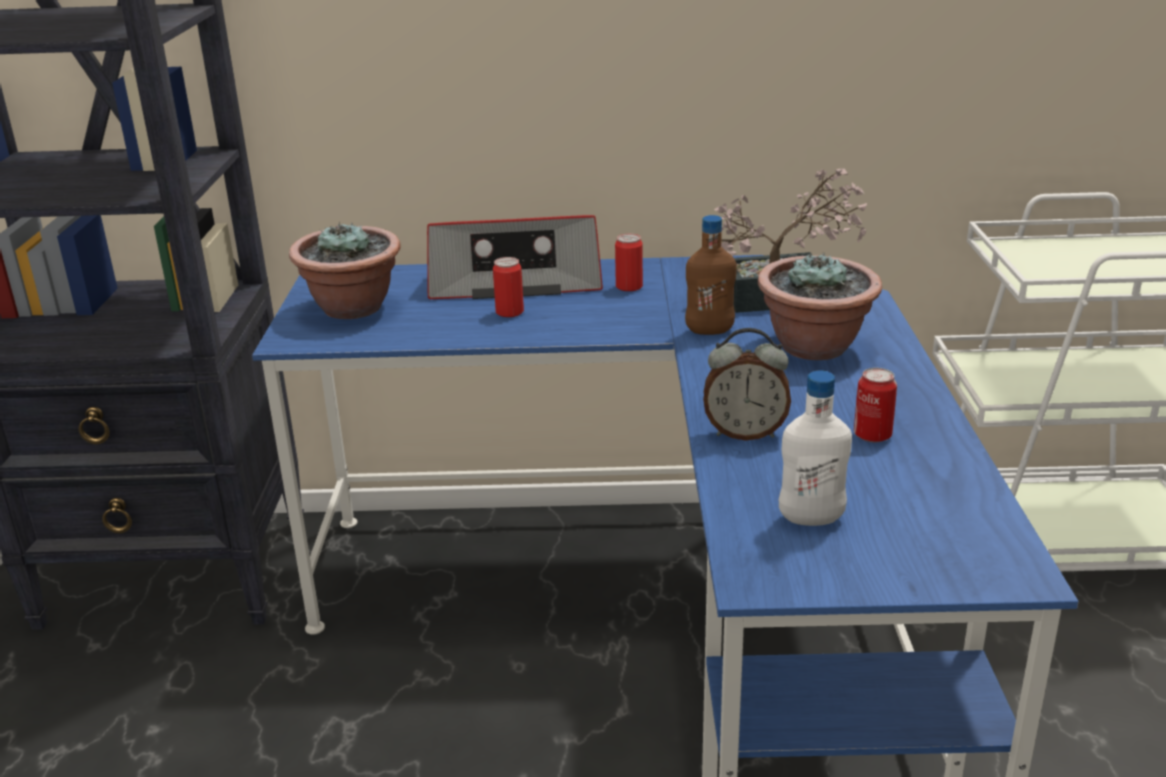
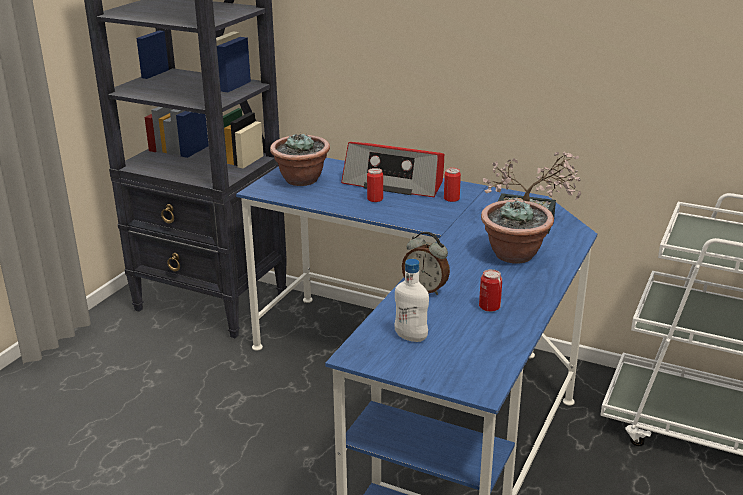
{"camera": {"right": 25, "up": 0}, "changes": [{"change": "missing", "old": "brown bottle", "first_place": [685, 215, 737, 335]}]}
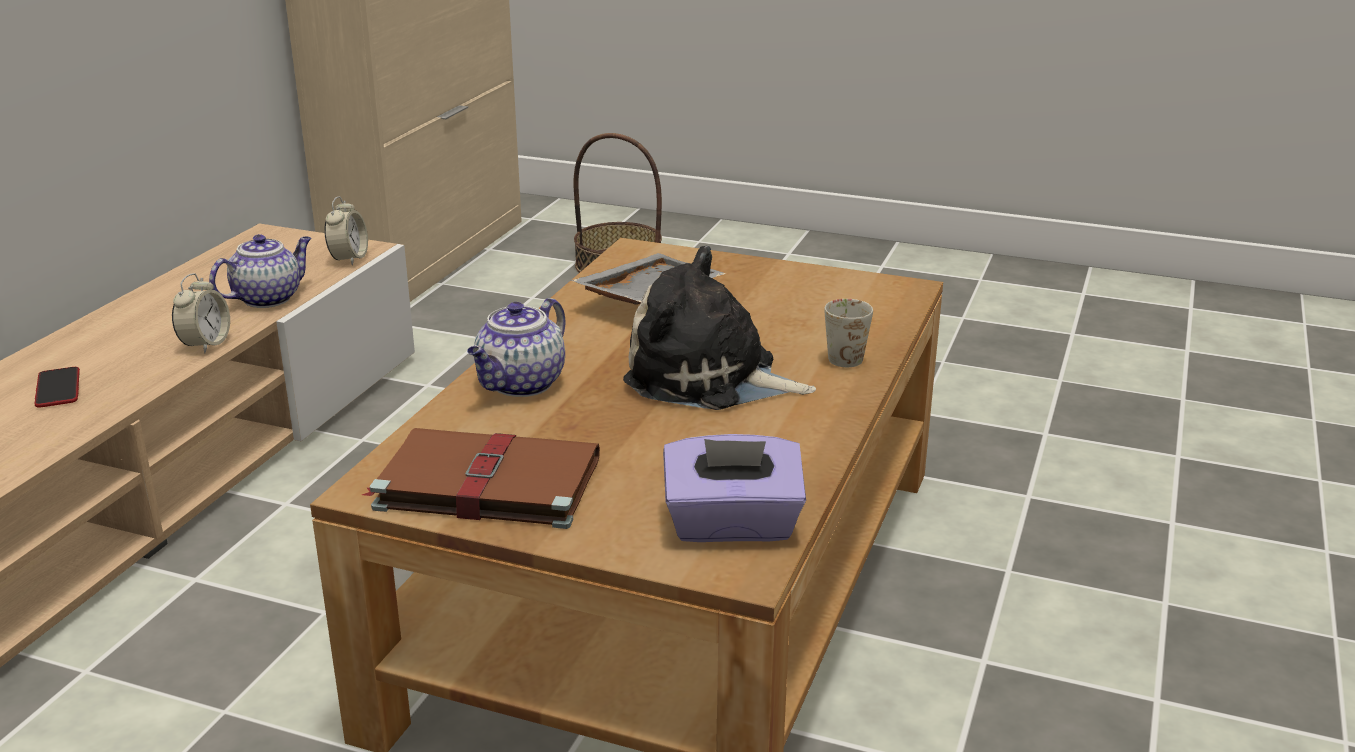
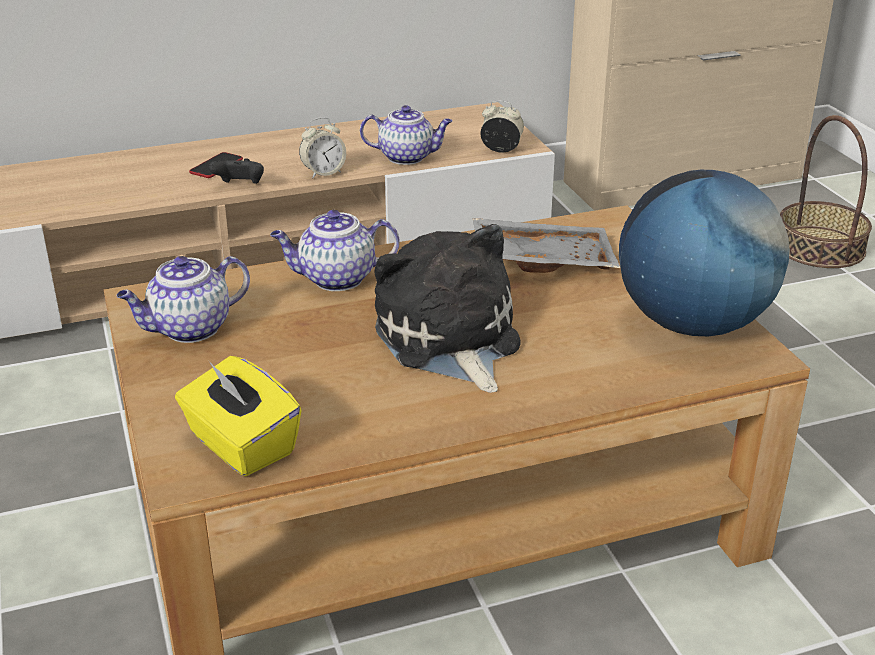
{"camera": {"right": 50, "up": 5}, "changes": [{"change": "spun", "old": "alarm clock", "first_place": [324, 196, 368, 265], "second_place": [480, 100, 524, 152], "degrees": -135}, {"change": "exchanged", "old": "brown book", "new": "teapot", "first_place": [362, 428, 600, 529], "second_place": [117, 256, 250, 343]}, {"change": "colour", "old": "purple tissue box", "new": "yellow tissue box", "first_place": [663, 434, 806, 542], "second_place": [175, 356, 301, 476]}, {"change": "missing", "old": "white mug", "first_place": [824, 299, 873, 367]}, {"change": "appeared", "new": "black game controller", "second_place": [209, 158, 264, 184]}, {"change": "appeared", "new": "globe", "second_place": [619, 170, 790, 336]}]}
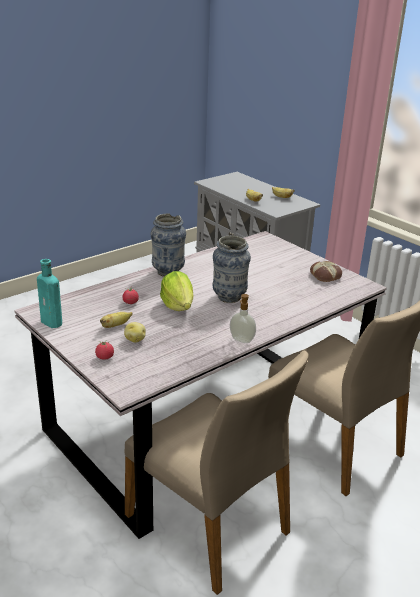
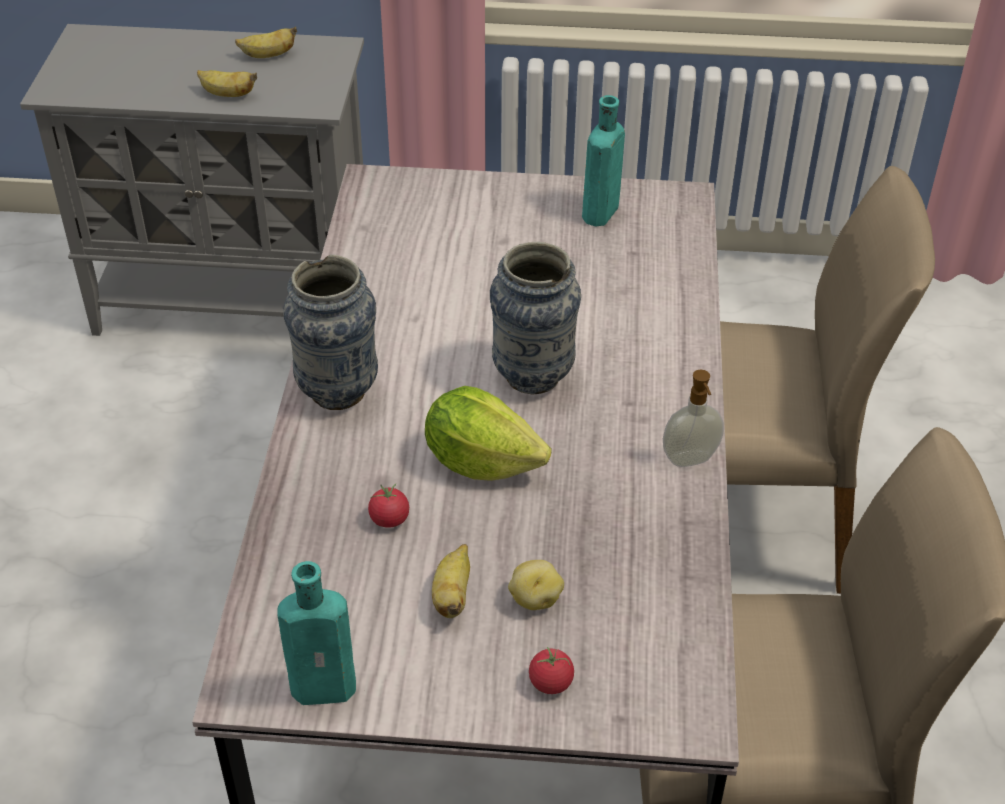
{"camera": {"right": -45, "up": 15}, "changes": [{"change": "exchanged", "old": "bread", "new": "turquoise bottle", "first_place": [310, 261, 342, 282], "second_place": [582, 95, 625, 227]}]}
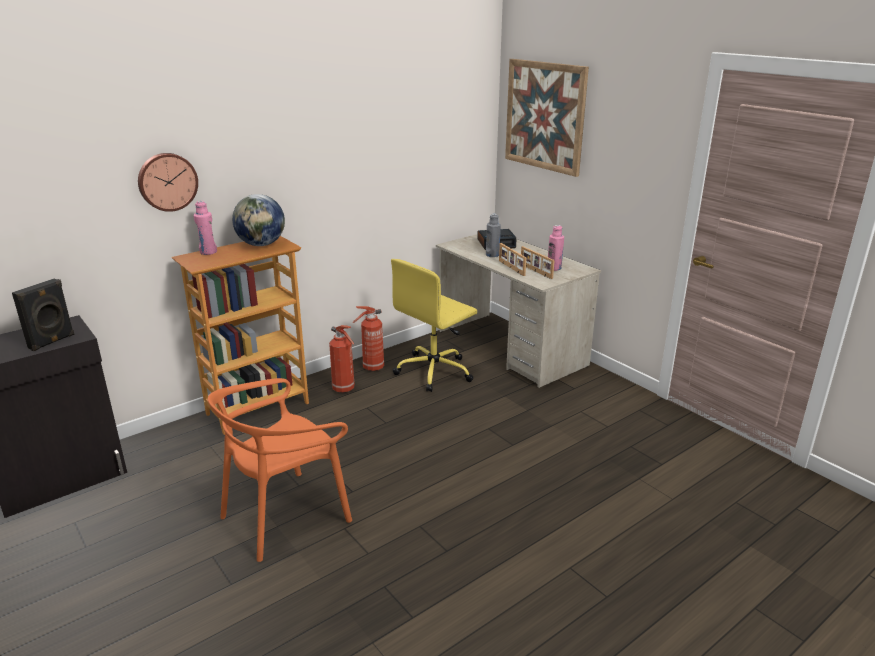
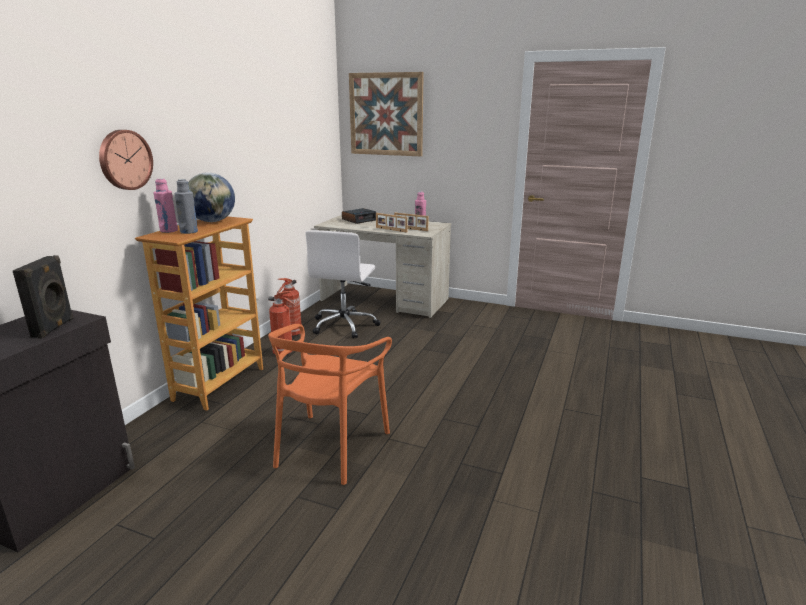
{"camera": {"right": -30, "up": -5}, "changes": [{"change": "colour", "old": "yellow office chair", "new": "white office chair", "first_place": [391, 259, 477, 392], "second_place": [305, 230, 381, 339]}, {"change": "relocated", "old": "grey bottle", "first_place": [486, 214, 501, 257], "second_place": [175, 179, 198, 234]}]}
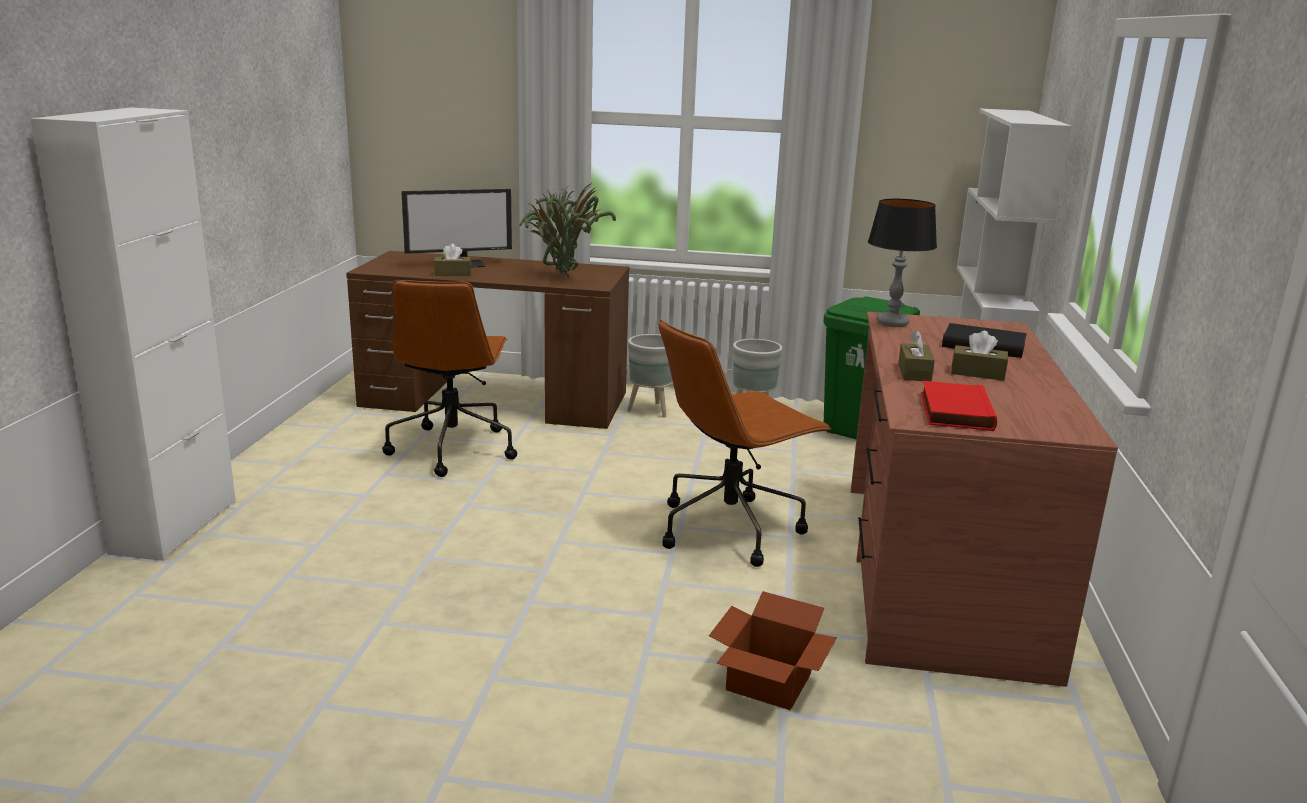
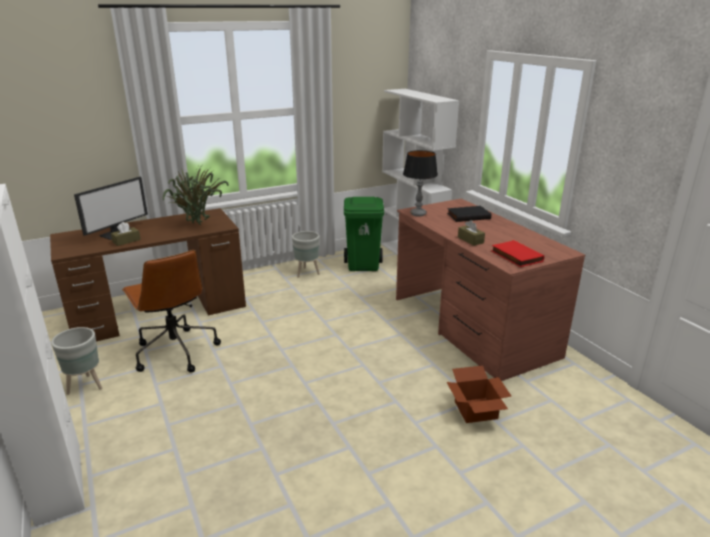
{"camera": {"right": -35, "up": 5}, "changes": [{"change": "relocated", "old": "grey planter", "first_place": [627, 334, 673, 418], "second_place": [51, 327, 102, 395]}, {"change": "missing", "old": "brown office chair", "first_place": [658, 320, 832, 567]}, {"change": "missing", "old": "brown tissue box", "first_place": [951, 331, 1008, 381]}]}
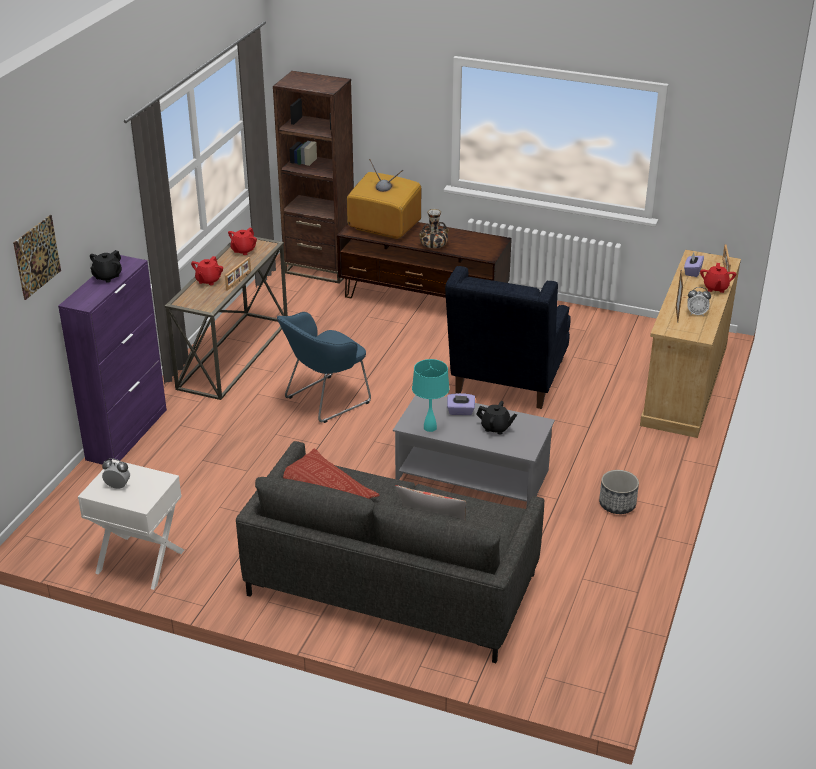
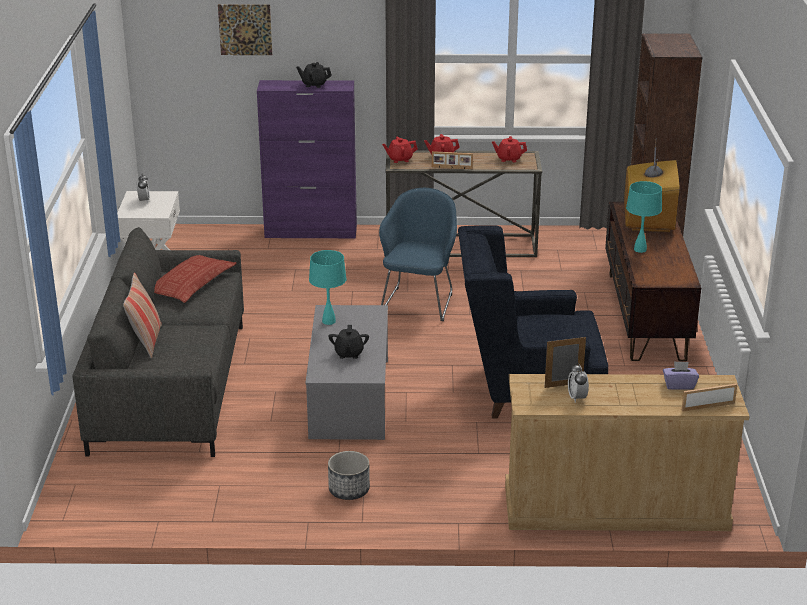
{"camera": {"right": 70, "up": -5}, "changes": [{"change": "spun", "old": "blue armchair", "first_place": [277, 312, 371, 423], "second_place": [379, 188, 457, 321], "degrees": 75}, {"change": "exchanged", "old": "vase", "new": "turquoise table lamp", "first_place": [419, 209, 449, 248], "second_place": [626, 181, 662, 253]}, {"change": "missing", "old": "purple tissue box", "first_place": [447, 393, 475, 415]}, {"change": "relocated", "old": "red teapot", "first_place": [700, 263, 736, 293], "second_place": [382, 137, 418, 163]}]}
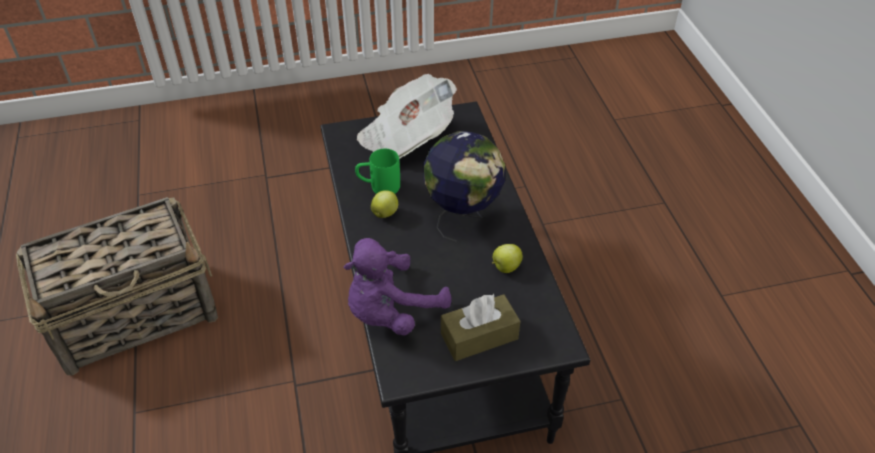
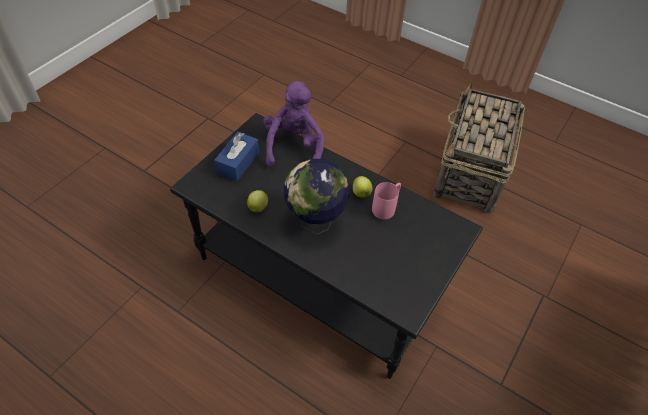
{"camera": {"right": 135, "up": 5}, "changes": [{"change": "colour", "old": "green mug", "new": "pink mug", "first_place": [355, 149, 400, 194], "second_place": [372, 182, 401, 220]}, {"change": "missing", "old": "newspaper", "first_place": [357, 74, 457, 159]}, {"change": "colour", "old": "brown tissue box", "new": "blue tissue box", "first_place": [441, 294, 520, 361], "second_place": [214, 132, 259, 181]}]}
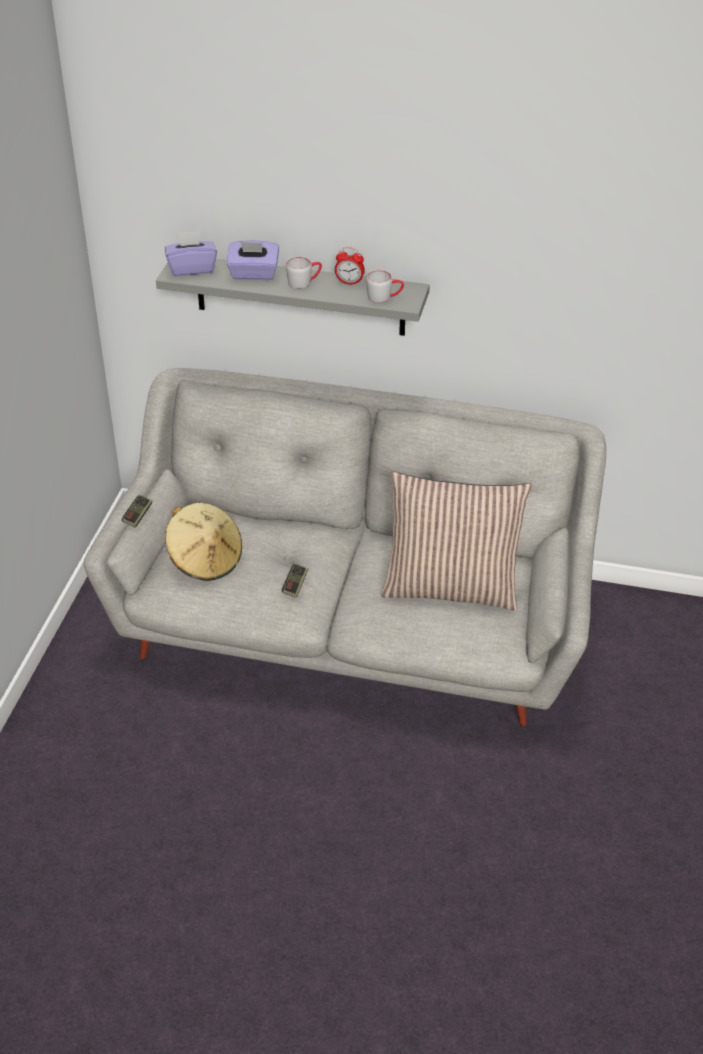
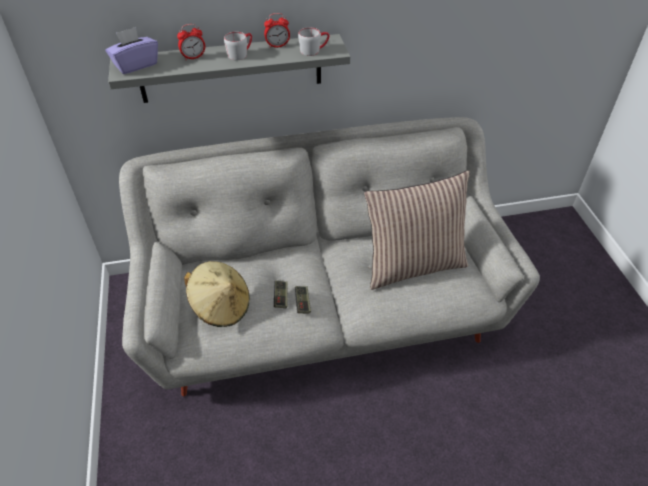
{"camera": {"right": -25, "up": 5}, "changes": [{"change": "relocated", "old": "game controller", "first_place": [122, 495, 152, 528], "second_place": [274, 280, 288, 308]}, {"change": "exchanged", "old": "purple tissue box", "new": "alarm clock", "first_place": [227, 240, 279, 280], "second_place": [177, 24, 205, 60]}]}
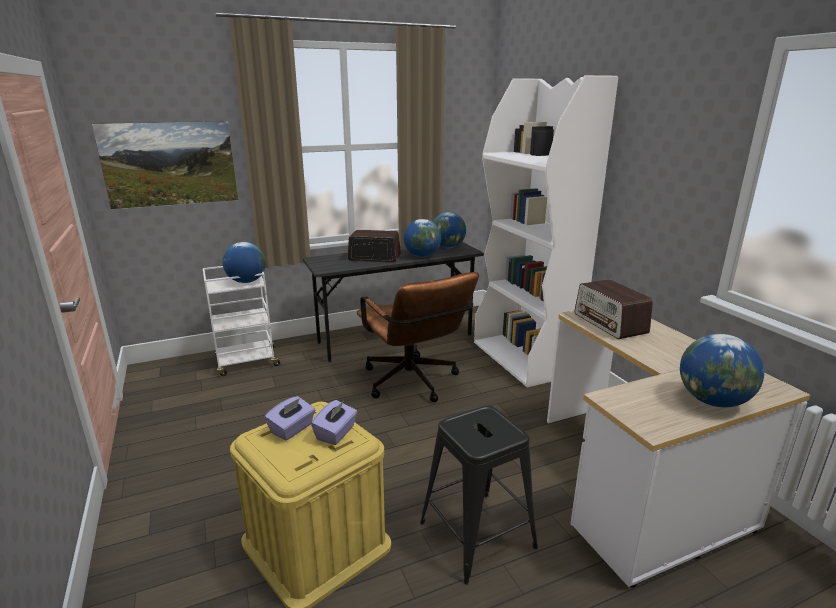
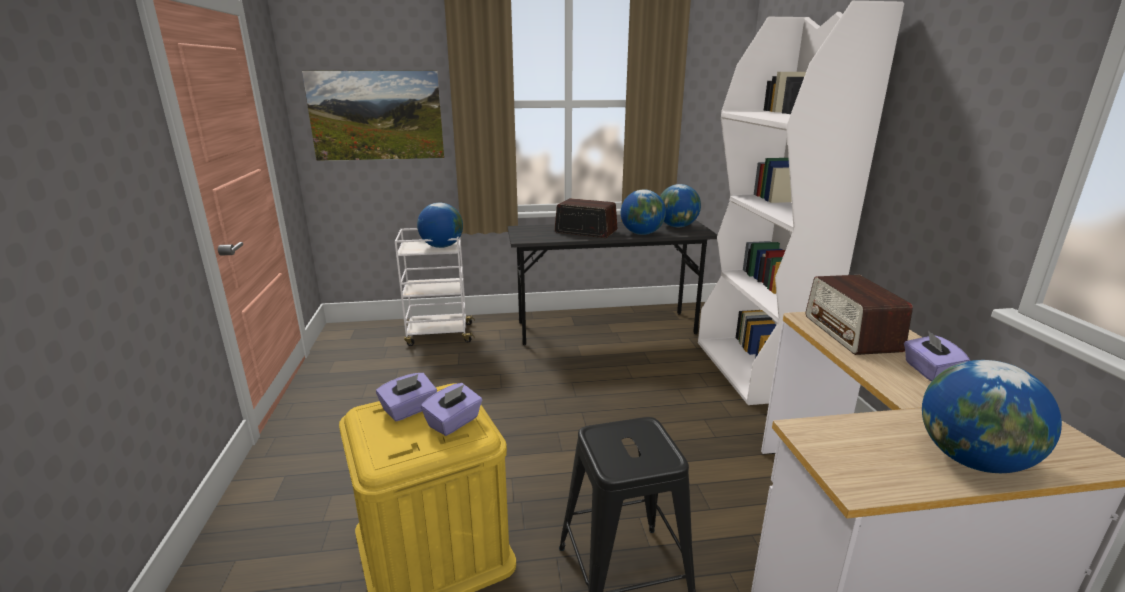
{"camera": {"right": 15, "up": 0}, "changes": [{"change": "missing", "old": "brown office chair", "first_place": [357, 272, 479, 402]}, {"change": "appeared", "new": "purple tissue box", "second_place": [904, 330, 970, 382]}]}
